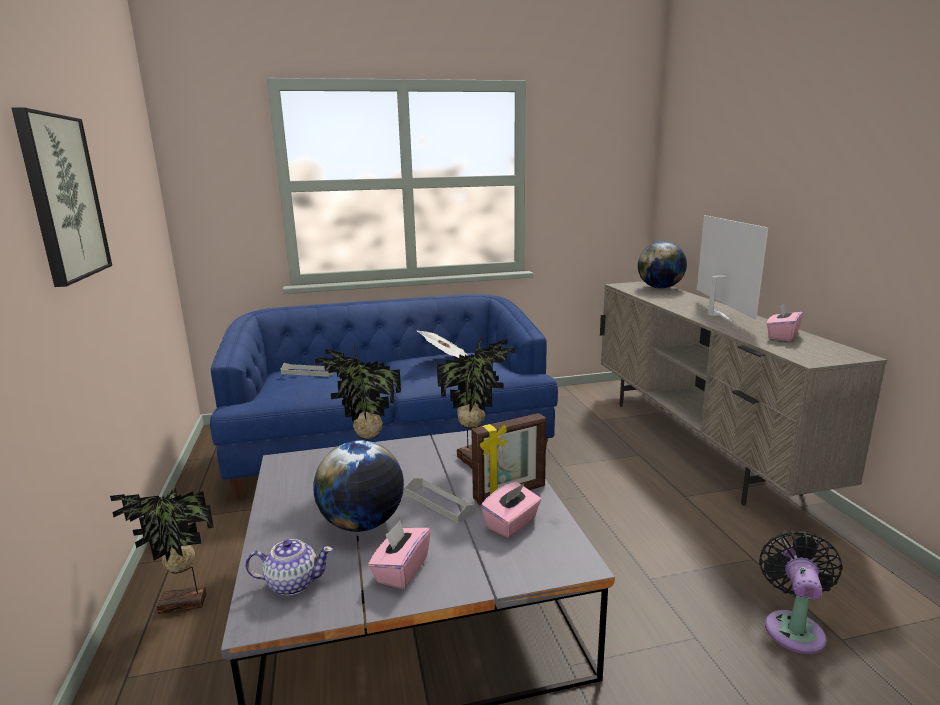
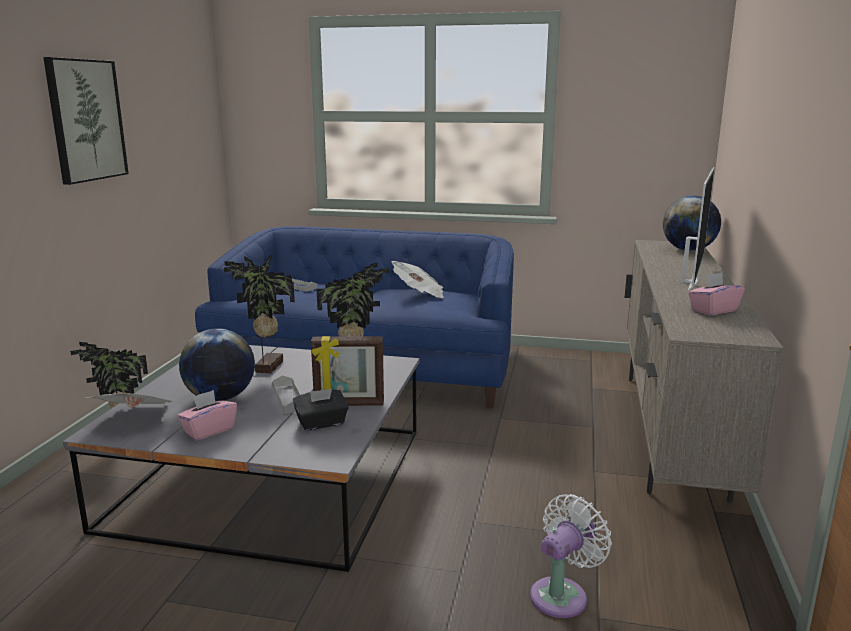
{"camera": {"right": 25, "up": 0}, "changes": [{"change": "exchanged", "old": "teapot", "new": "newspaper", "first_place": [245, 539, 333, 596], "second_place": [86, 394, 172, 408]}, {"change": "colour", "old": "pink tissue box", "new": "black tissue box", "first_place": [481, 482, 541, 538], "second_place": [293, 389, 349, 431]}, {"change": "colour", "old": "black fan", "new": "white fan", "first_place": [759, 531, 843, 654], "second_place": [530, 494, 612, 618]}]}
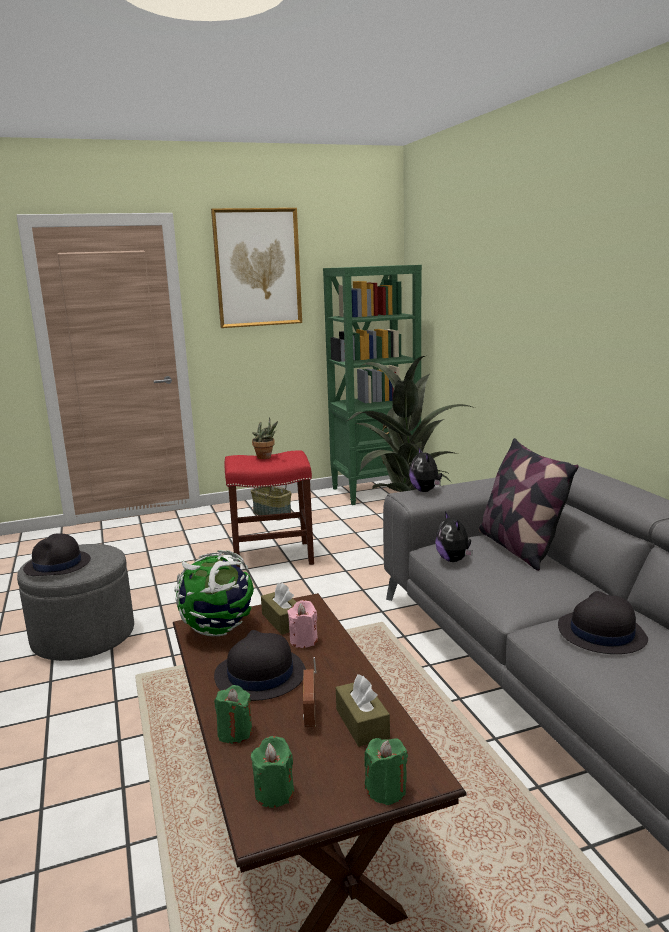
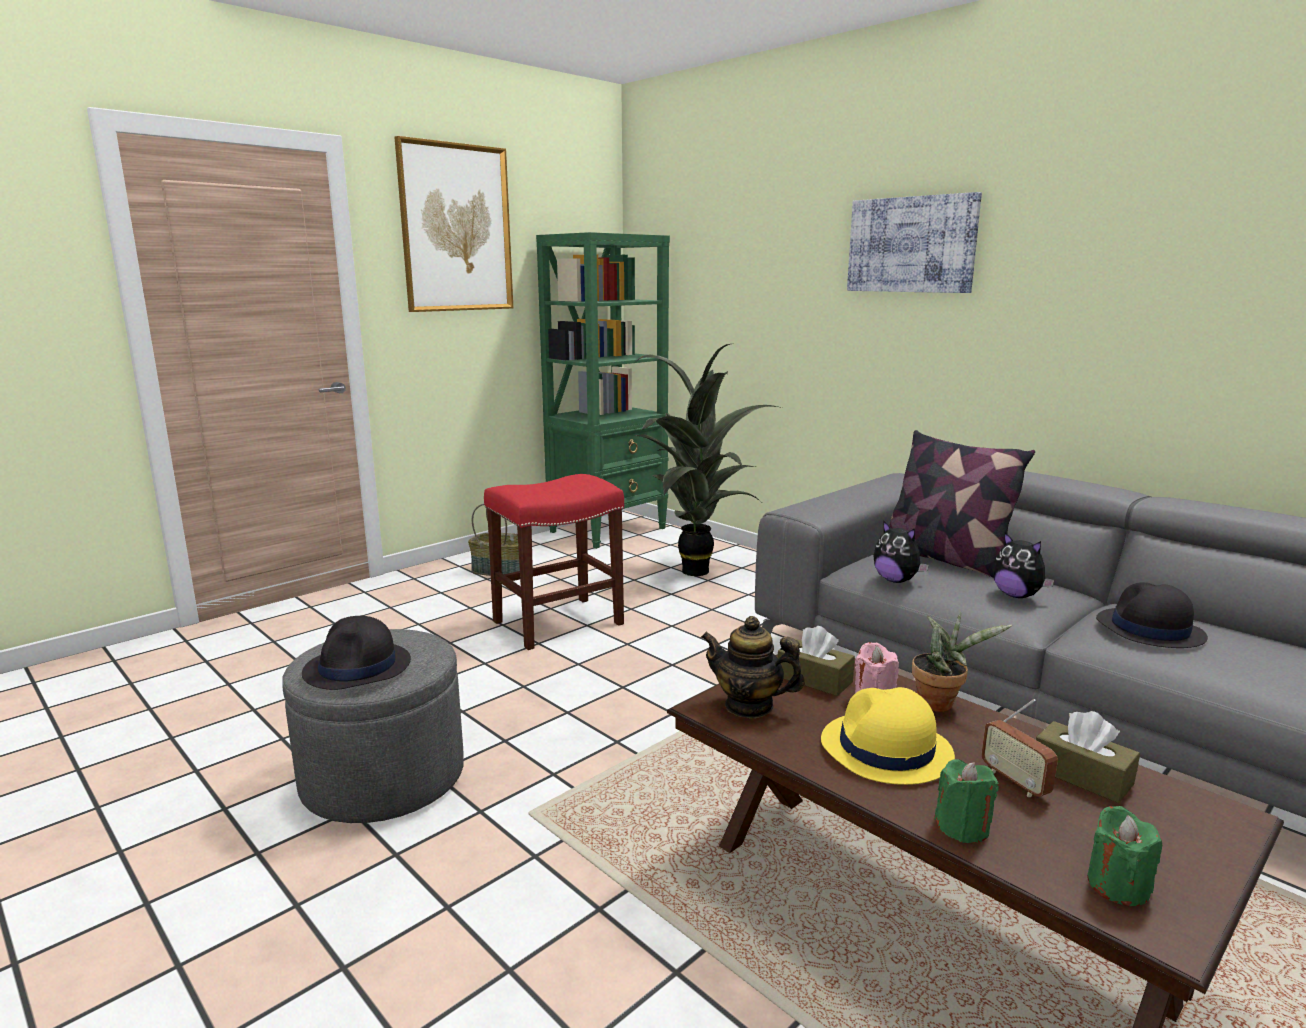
{"camera": {"right": -25, "up": 0}, "changes": [{"change": "exchanged", "old": "globe", "new": "teapot", "first_place": [174, 550, 254, 636], "second_place": [701, 616, 805, 718]}, {"change": "colour", "old": "black hat", "new": "yellow hat", "first_place": [214, 630, 306, 701], "second_place": [821, 687, 955, 785]}, {"change": "relocated", "old": "potted plant", "first_place": [252, 417, 278, 459], "second_place": [912, 612, 1012, 712]}, {"change": "missing", "old": "green candle", "first_place": [364, 738, 408, 805]}, {"change": "relocated", "old": "plush toy", "first_place": [409, 447, 442, 492], "second_place": [993, 533, 1054, 598]}, {"change": "appeared", "new": "picture", "second_place": [847, 192, 982, 293]}]}
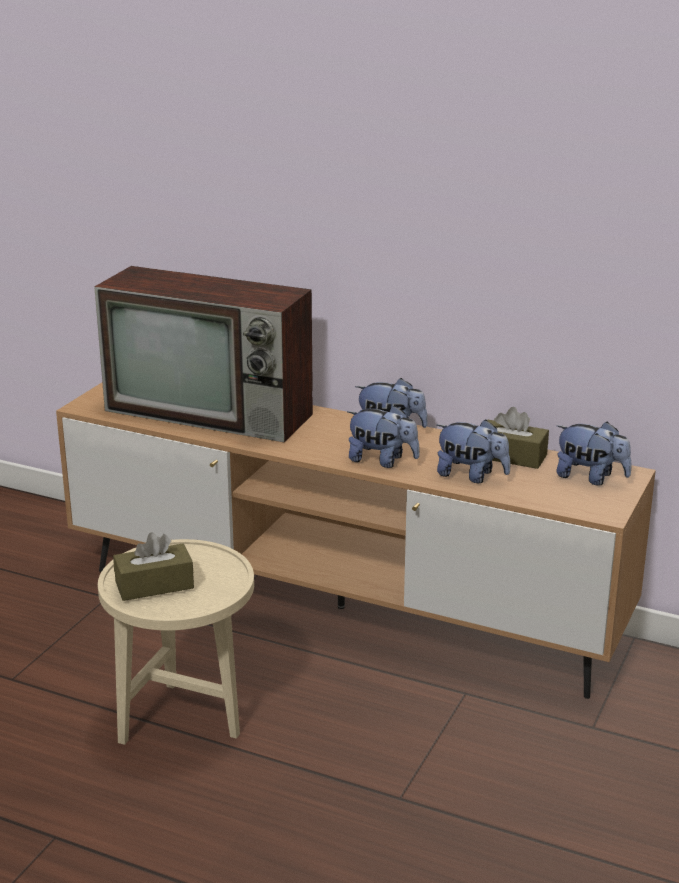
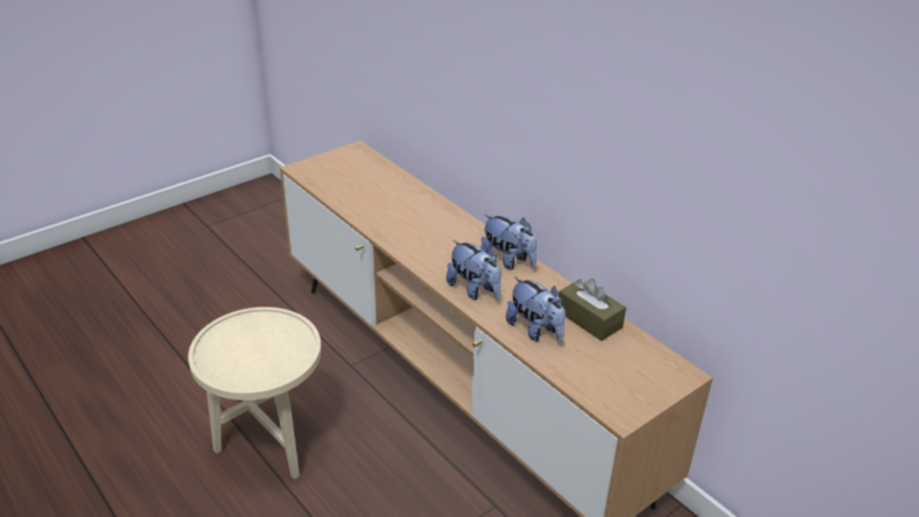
{"camera": {"right": 25, "up": 10}, "changes": [{"change": "missing", "old": "television", "first_place": [94, 266, 313, 442]}, {"change": "missing", "old": "brown tissue box", "first_place": [113, 532, 194, 601]}, {"change": "missing", "old": "plush toy", "first_place": [556, 421, 632, 486]}]}
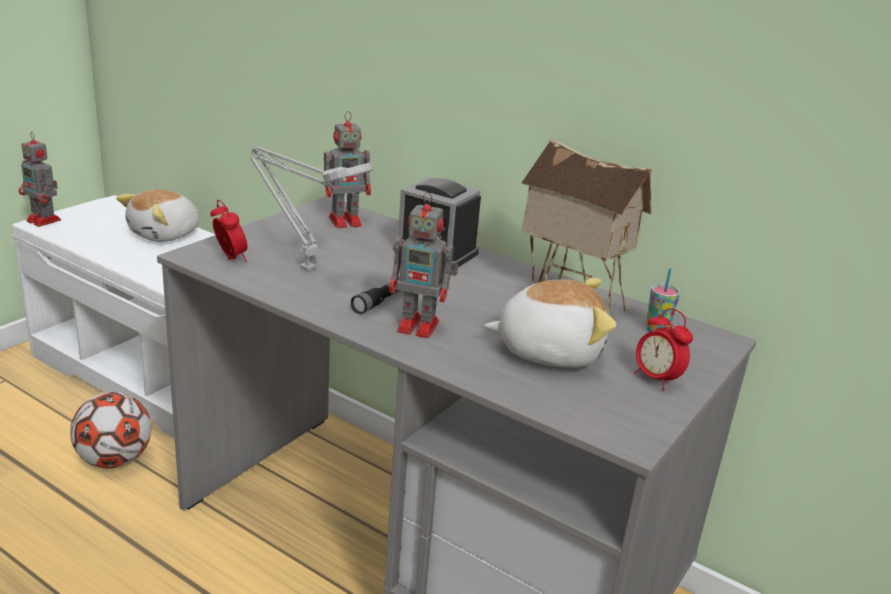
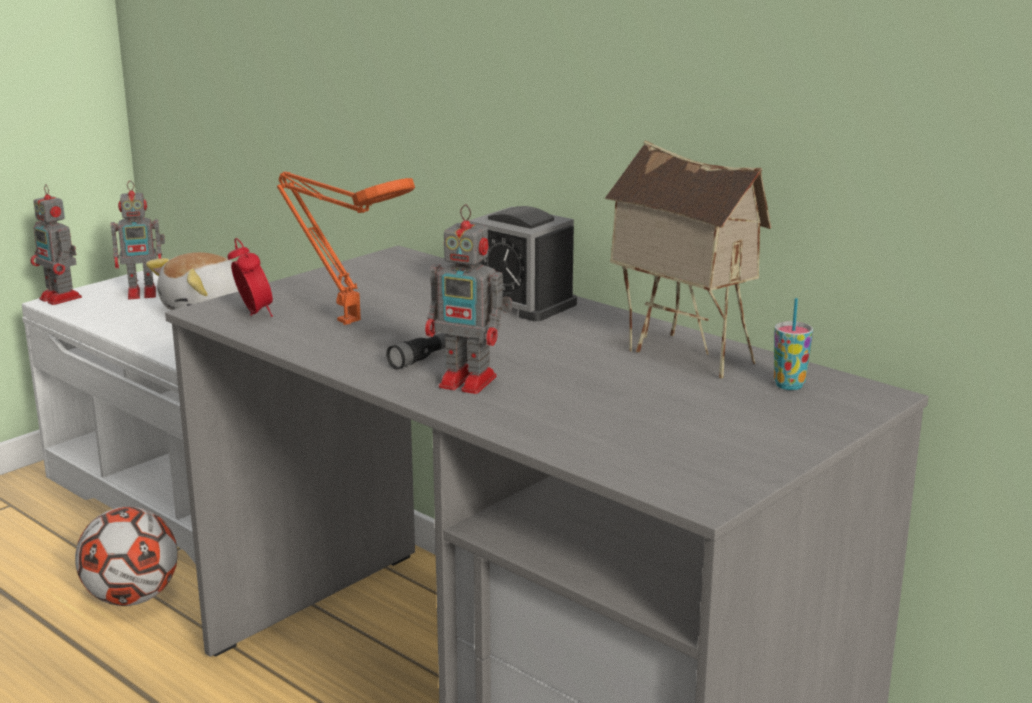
{"camera": {"right": 10, "up": -5}, "changes": [{"change": "colour", "old": "grey table lamp", "new": "orange table lamp", "first_place": [250, 146, 374, 270], "second_place": [277, 172, 415, 325]}, {"change": "relocated", "old": "toy robot", "first_place": [324, 111, 371, 228], "second_place": [111, 181, 165, 299]}, {"change": "missing", "old": "plush toy", "first_place": [484, 278, 616, 368]}, {"change": "missing", "old": "alarm clock", "first_place": [634, 308, 693, 390]}]}
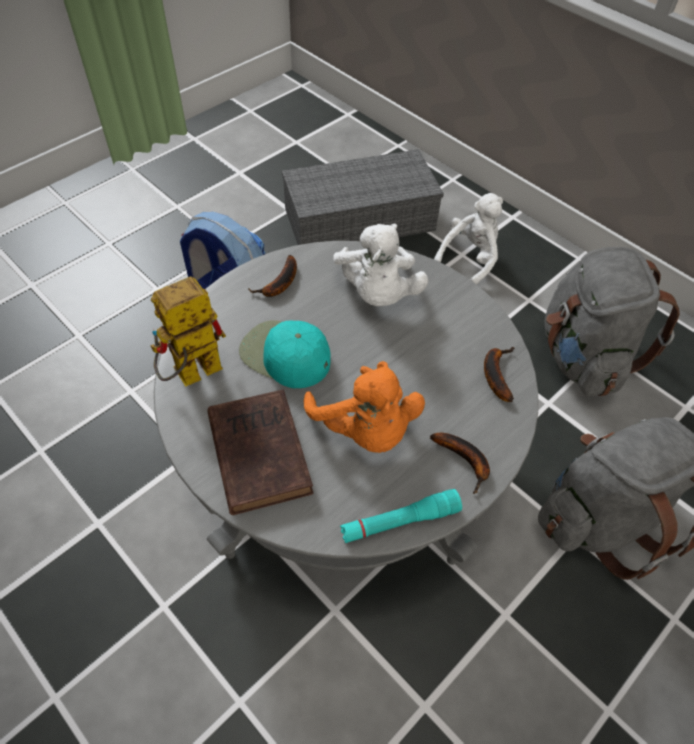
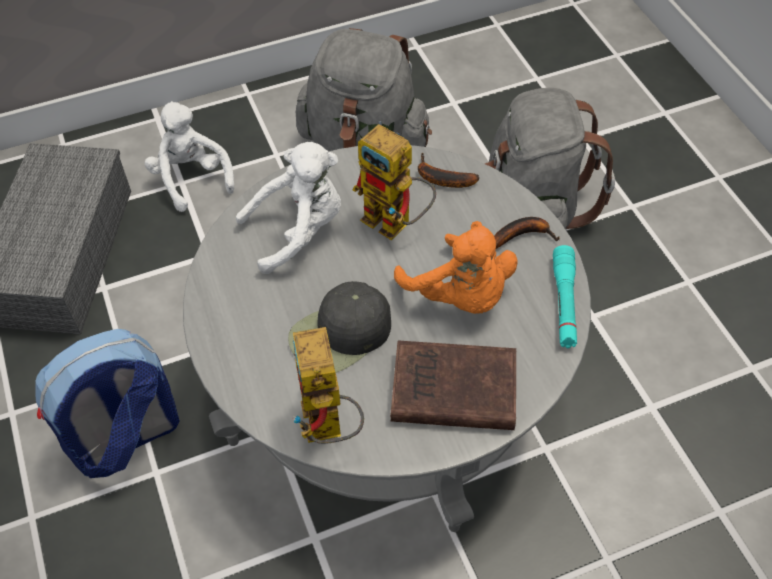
{"camera": {"right": -65, "up": 0}, "changes": [{"change": "colour", "old": "turquoise cap", "new": "black cap", "first_place": [239, 320, 331, 388], "second_place": [288, 281, 391, 373]}, {"change": "missing", "old": "banana", "first_place": [248, 255, 297, 297]}, {"change": "spun", "old": "orange plush toy", "first_place": [303, 361, 425, 453], "second_place": [394, 221, 518, 314], "degrees": 60}, {"change": "spun", "old": "white plush toy", "first_place": [333, 224, 428, 306], "second_place": [236, 142, 341, 274], "degrees": -45}, {"change": "appeared", "new": "toy robot", "second_place": [352, 124, 436, 240]}]}
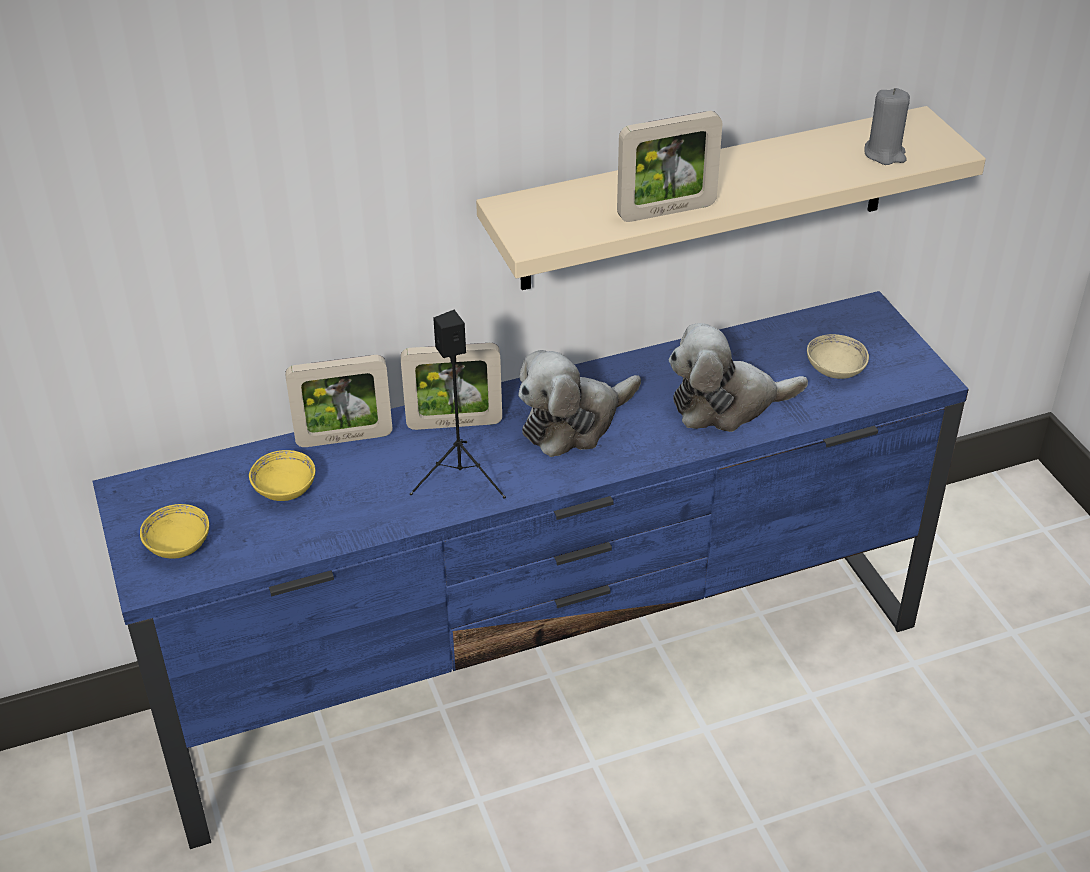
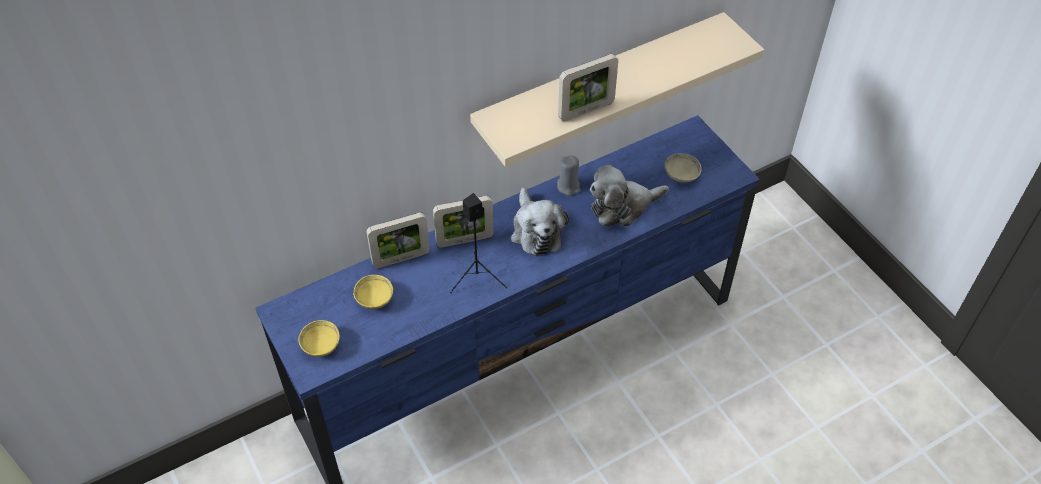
{"camera": {"right": -10, "up": 10}, "changes": [{"change": "spun", "old": "plush toy", "first_place": [519, 350, 641, 457], "second_place": [511, 187, 569, 256], "degrees": -60}, {"change": "relocated", "old": "grey candle", "first_place": [864, 88, 910, 165], "second_place": [557, 155, 581, 196]}]}
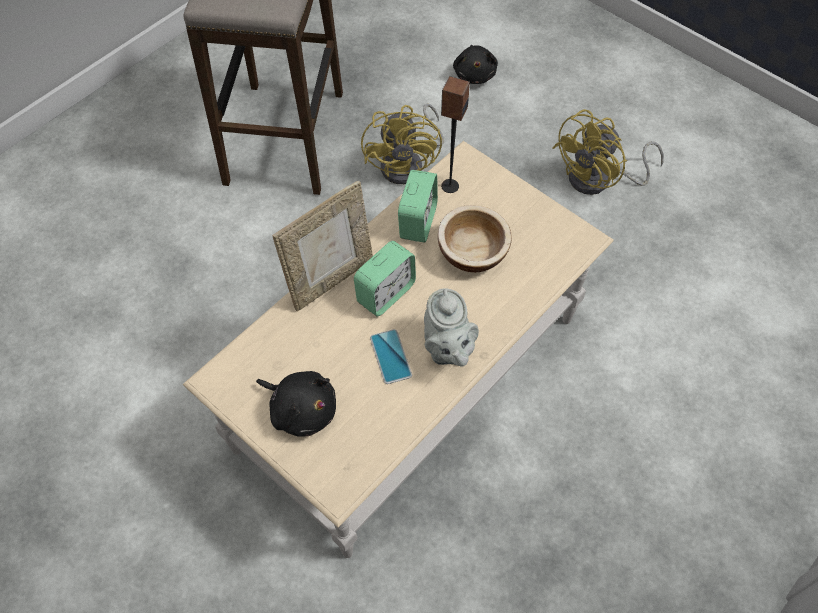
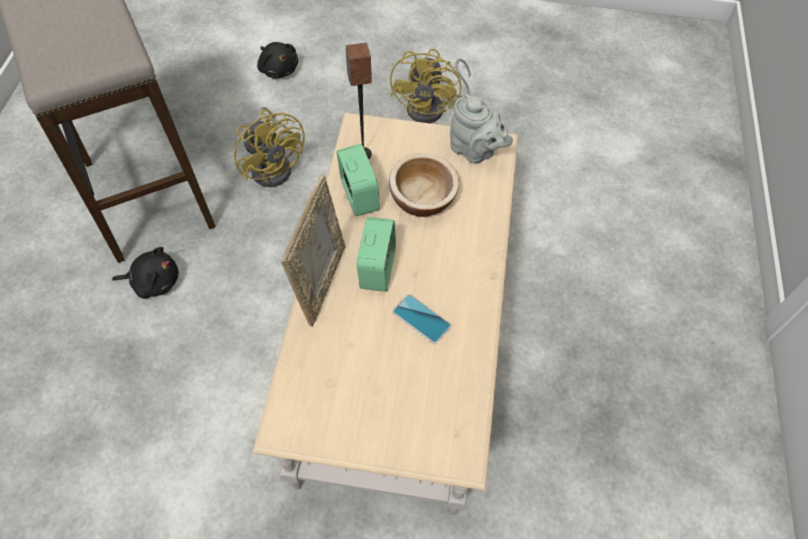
{"camera": {"right": -35, "up": 0}, "changes": [{"change": "relocated", "old": "black plush toy", "first_place": [256, 371, 336, 437], "second_place": [112, 247, 179, 299]}, {"change": "relocated", "old": "grey teapot", "first_place": [424, 289, 479, 367], "second_place": [450, 94, 513, 164]}]}
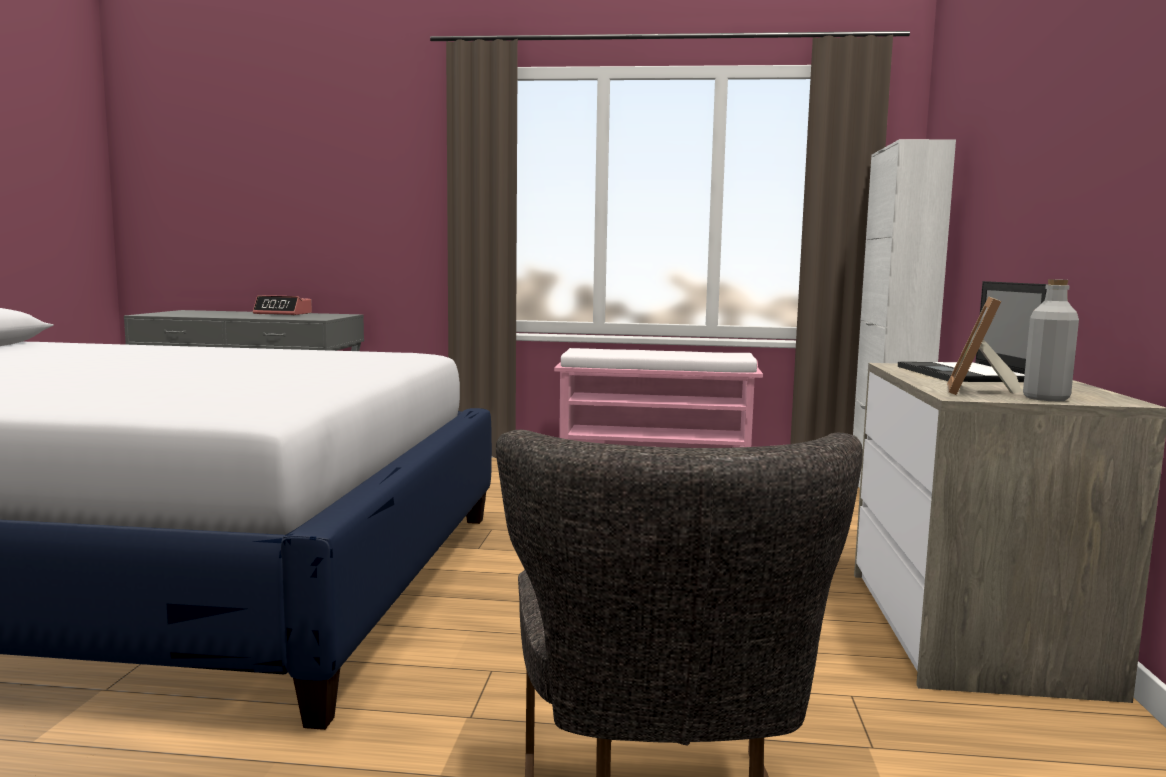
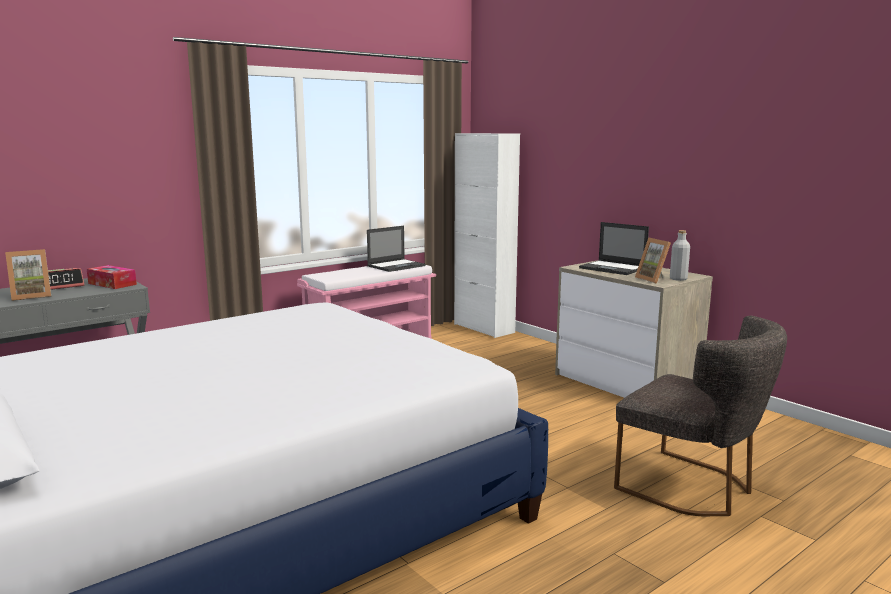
{"camera": {"right": -45, "up": 5}, "changes": [{"change": "appeared", "new": "picture frame", "second_place": [5, 249, 51, 301]}, {"change": "appeared", "new": "tissue box", "second_place": [87, 265, 137, 289]}, {"change": "appeared", "new": "laptop", "second_place": [367, 226, 426, 272]}]}
